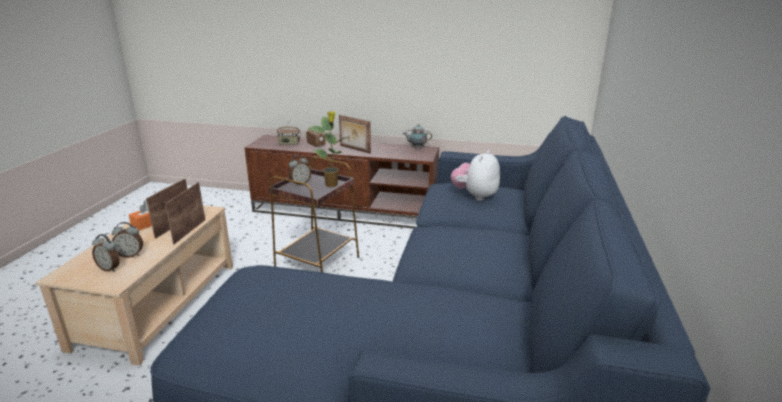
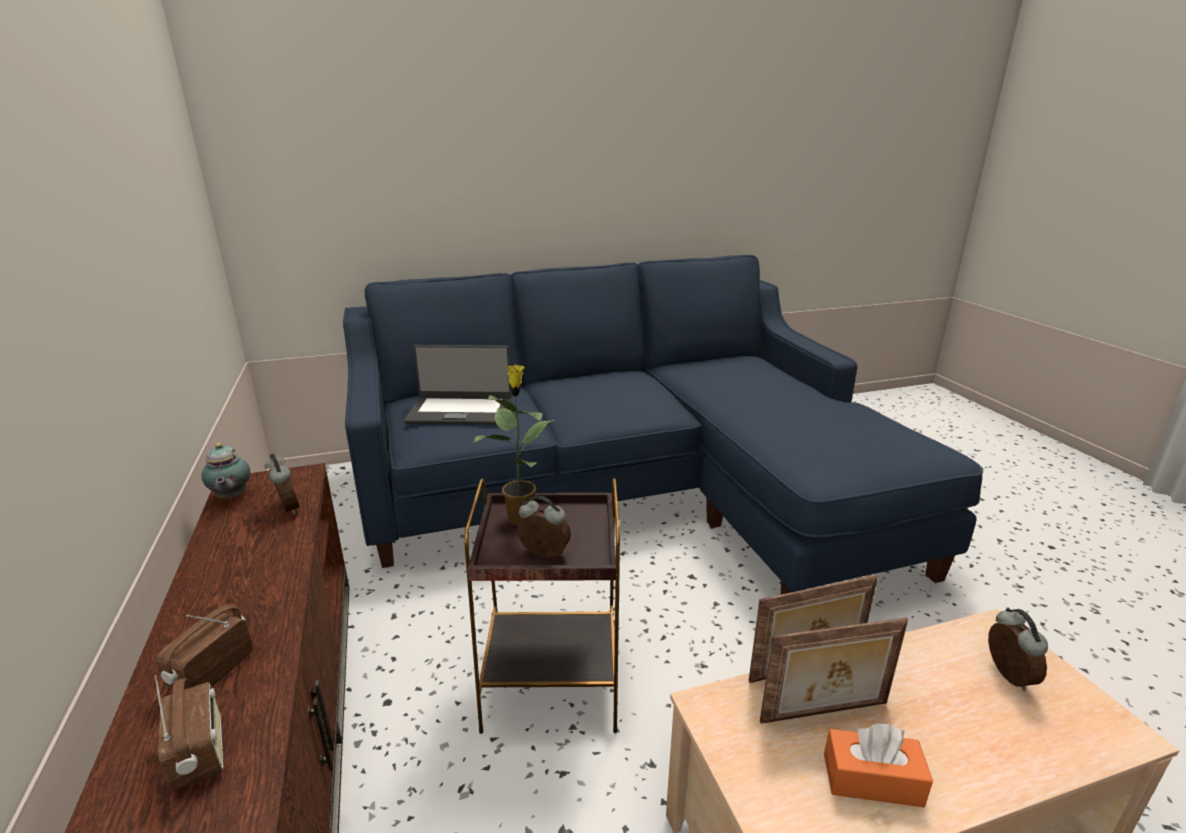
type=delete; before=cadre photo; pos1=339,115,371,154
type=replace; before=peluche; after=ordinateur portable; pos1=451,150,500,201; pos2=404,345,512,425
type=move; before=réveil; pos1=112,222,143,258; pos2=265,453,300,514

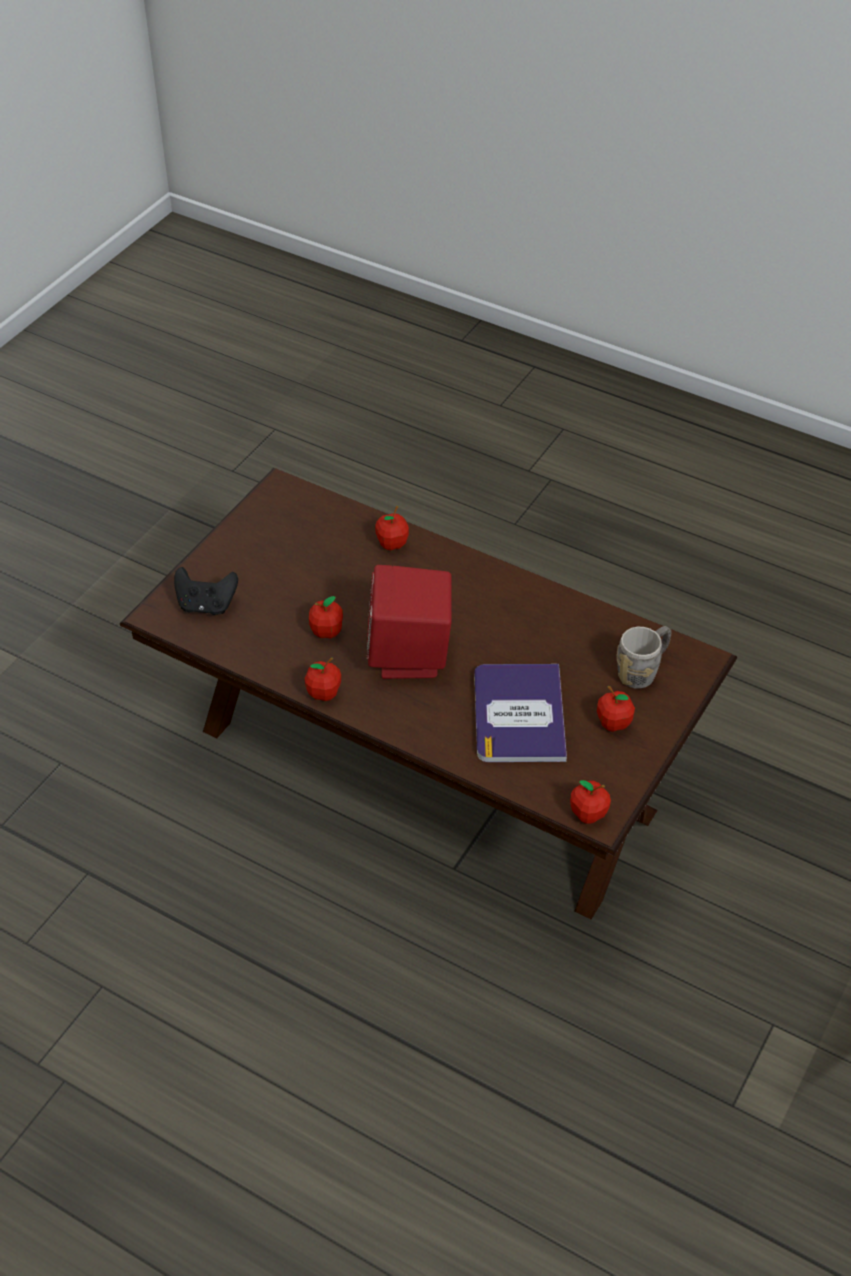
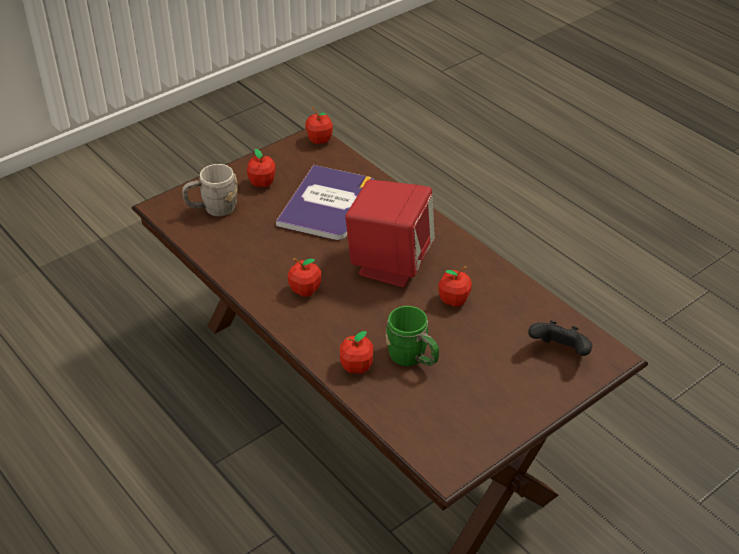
type=move; before=pomme; pos1=304,657,341,701; pos2=288,258,321,297
type=insert; after=mug/vert; pos2=386,306,439,366

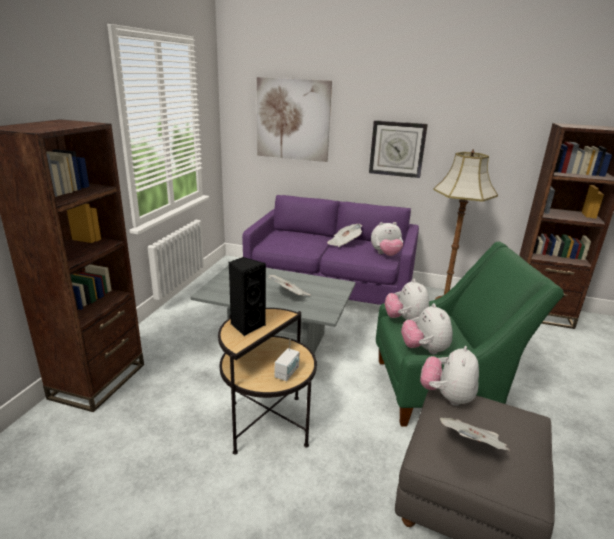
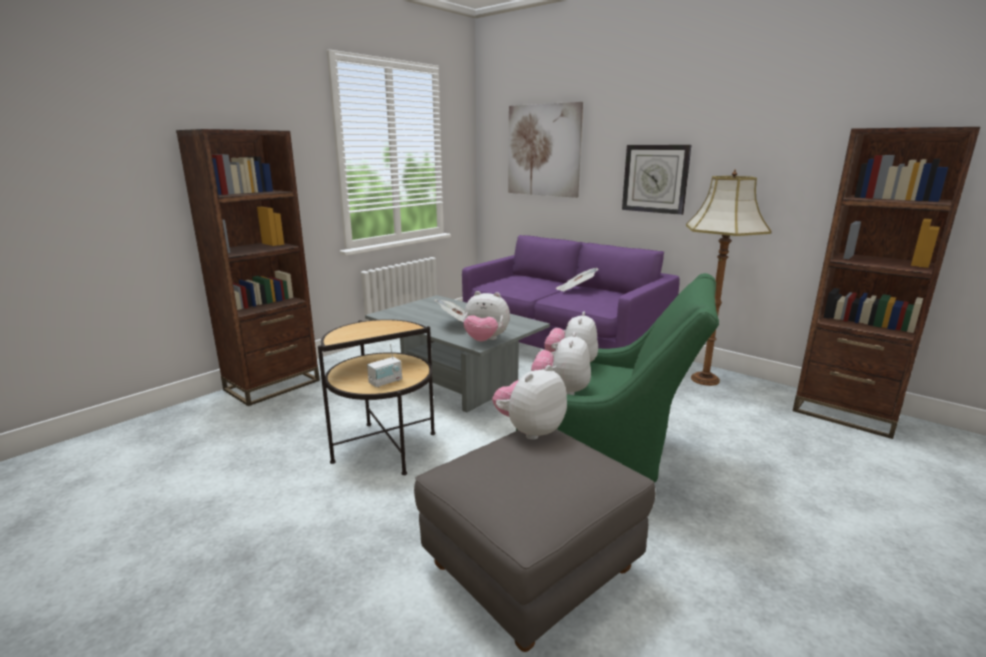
type=move; before=peluche; pos1=371,222,403,256; pos2=463,291,510,341
type=delete; before=enceinte/noir; pos1=228,257,266,336
type=delete; before=journal; pos1=440,418,510,451

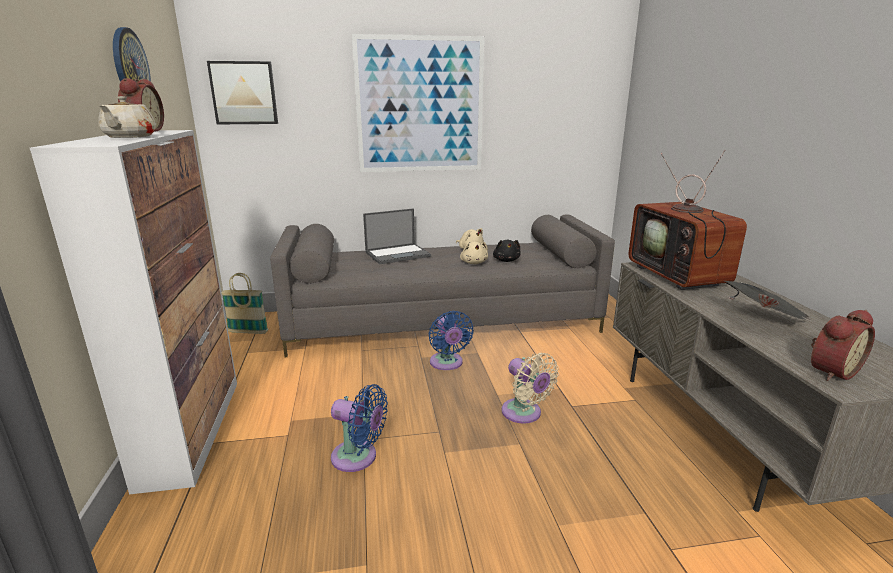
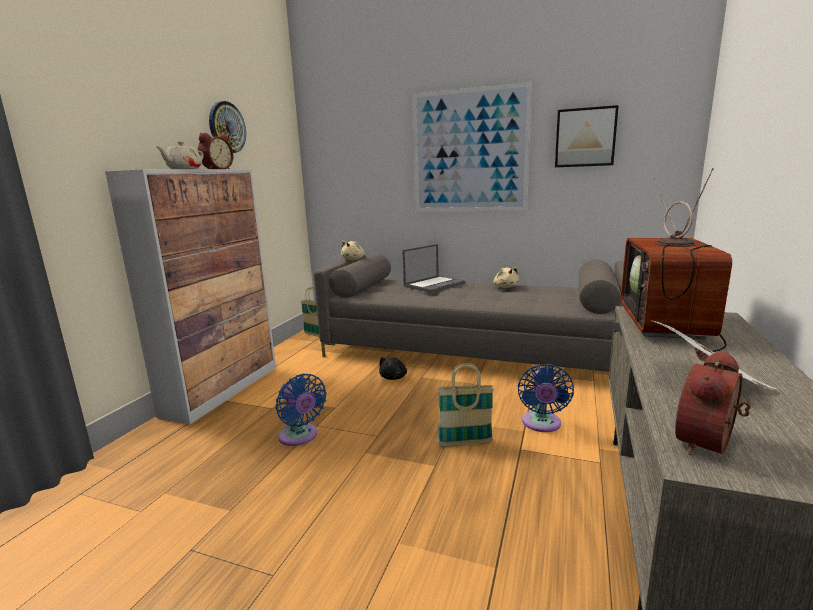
type=move; before=tableau; pos1=207,61,278,124; pos2=555,105,619,167
type=rotate; before=ordinateur portable; pos1=363,208,431,264; pos2=402,244,465,293; turn=-45
type=move; before=peluche/noir; pos1=493,239,521,262; pos2=379,357,407,380
type=move; before=peluche/beige; pos1=460,242,488,264; pos2=341,241,365,260
type=rotate; before=réveil; pos1=811,310,875,381; pos2=675,351,751,455; turn=135
type=move; before=ventilateur/bleu; pos1=428,311,474,370; pos2=518,364,574,432
type=replace; before=ventilateur/beige; after=panier; pos1=501,353,559,424; pos2=437,363,494,446

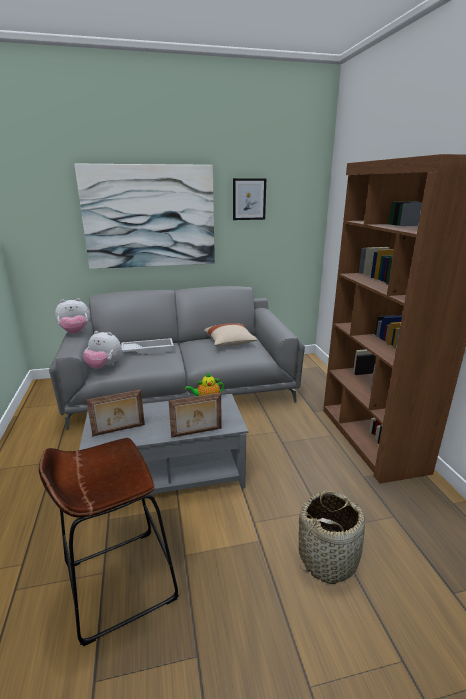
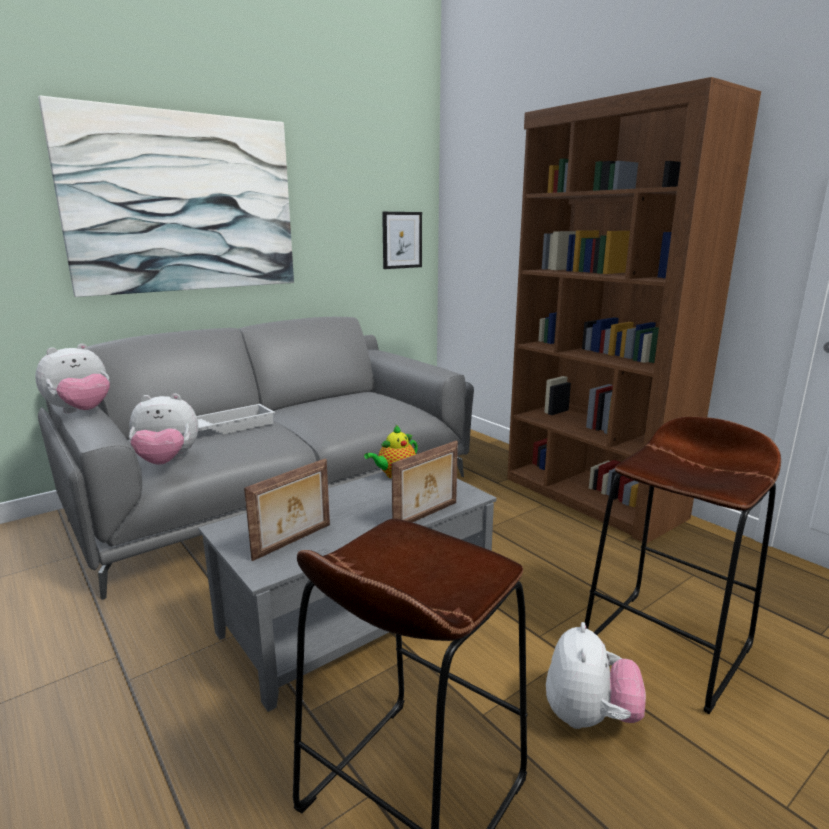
type=move; before=tableau; pos1=233,178,266,220; pos2=382,212,422,269
type=delete; before=coussin/beige; pos1=204,323,257,346
type=replace; before=panier; after=tabouret/marron; pos1=299,490,365,584; pos2=585,417,781,714
type=insert; after=peluche; pos2=546,622,646,729

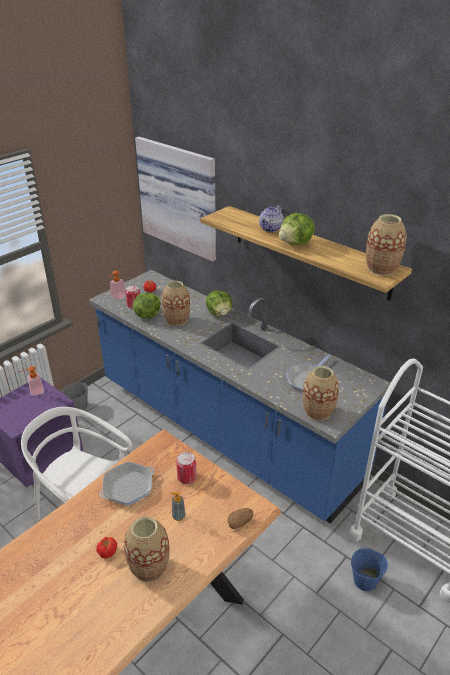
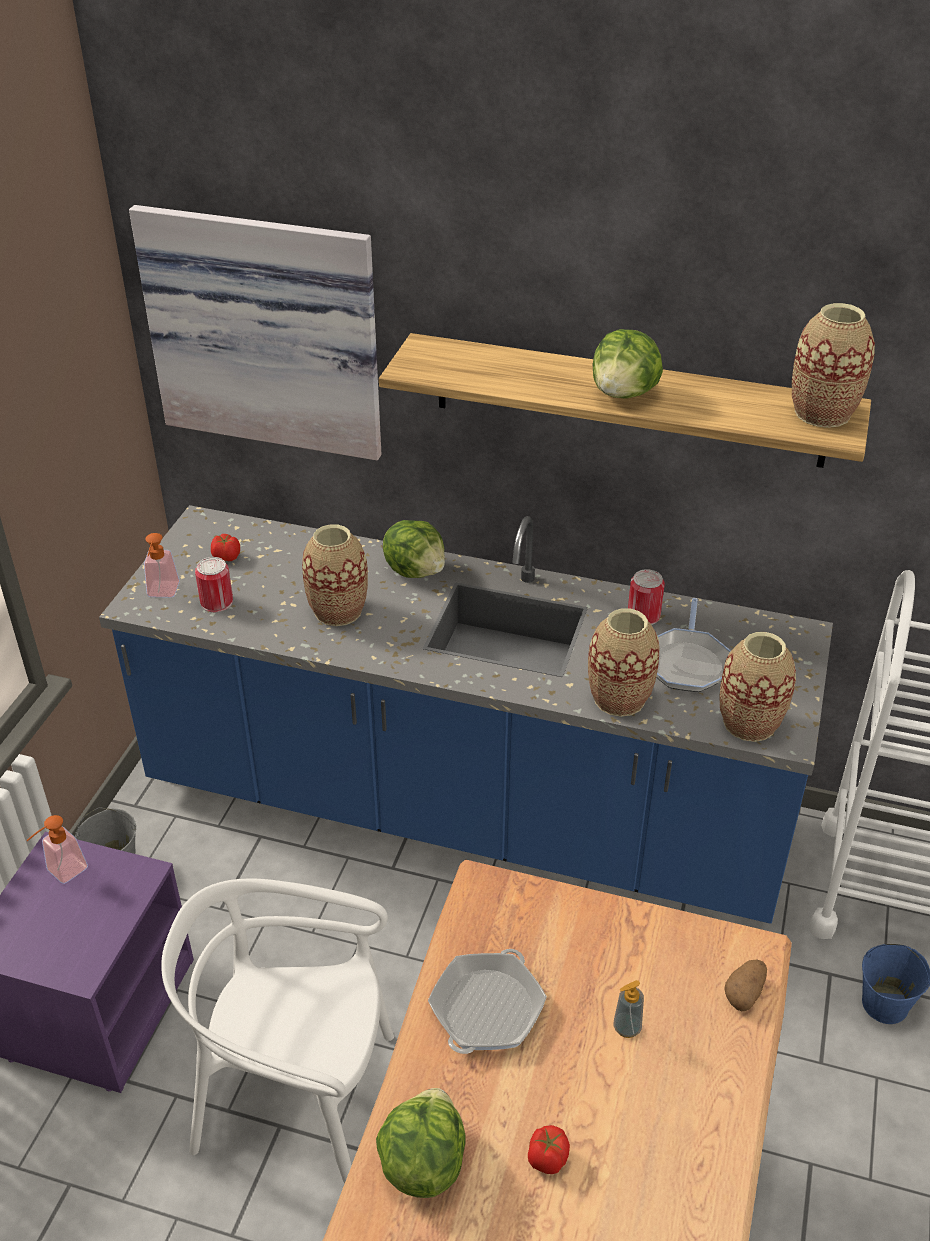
type=delete; before=théière; pos1=259,205,284,232
type=move; before=laitue; pos1=133,293,161,319; pos2=376,1088,466,1198
type=move; before=boîte métallique; pos1=176,452,197,485; pos2=628,569,665,625
type=move; before=vase; pos1=124,516,170,582; pos2=588,608,659,717

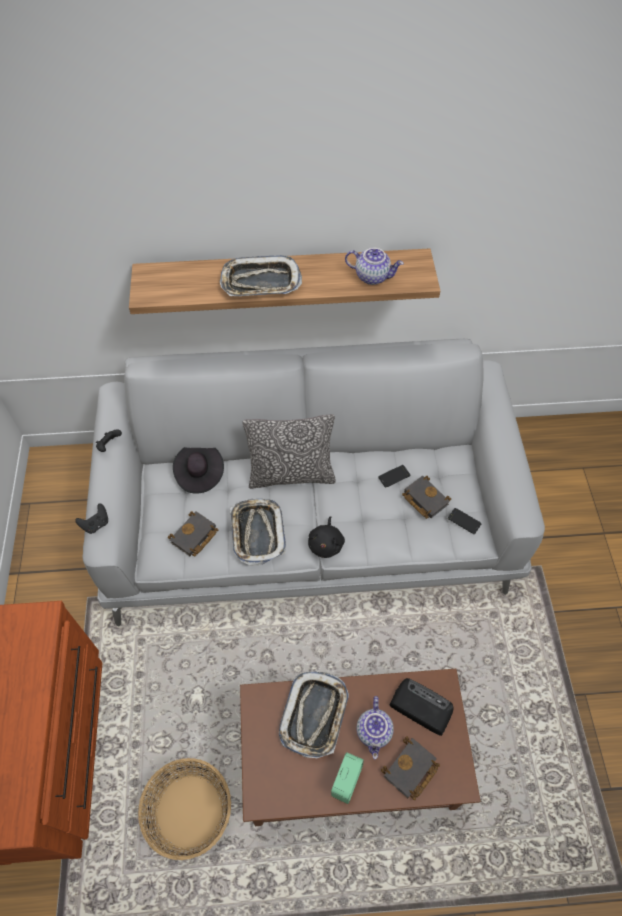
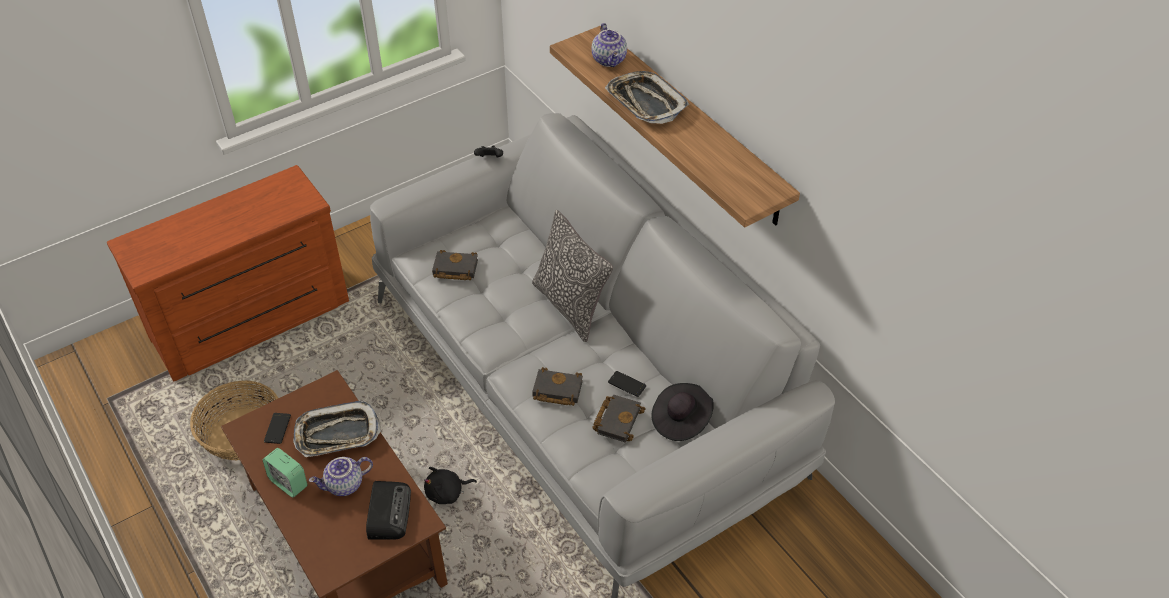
type=move; before=théière; pos1=345,248,404,285; pos2=591,23,627,67
type=move; before=chapeau/noir; pos1=173,447,224,494; pos2=651,383,714,441
type=delete; before=plateau; pos1=230,499,286,565
type=delete; before=manette/noir; pos1=75,503,108,534
type=move; before=téléphone; pos1=448,508,482,534; pos2=264,413,291,444
type=move; before=peluche/noir; pos1=308,516,345,558; pos2=424,467,477,504
type=move; before=livre/noir; pos1=381,737,440,800; pos2=532,367,583,406
type=rotate; before=réveil; pos1=331,752,364,804; pos2=263,448,307,498; turn=45

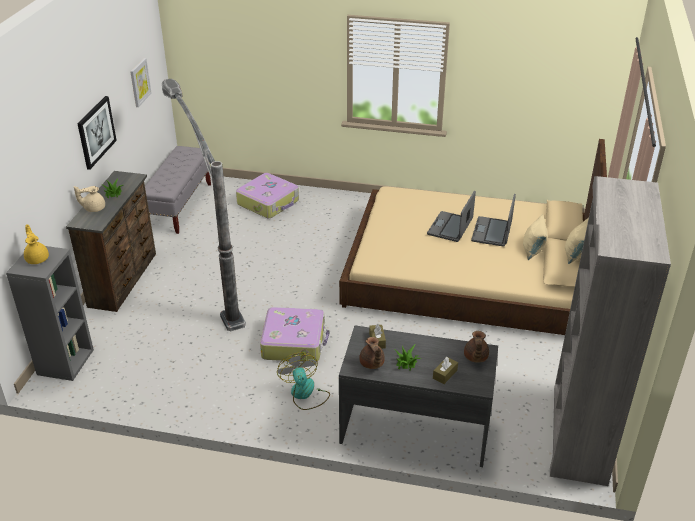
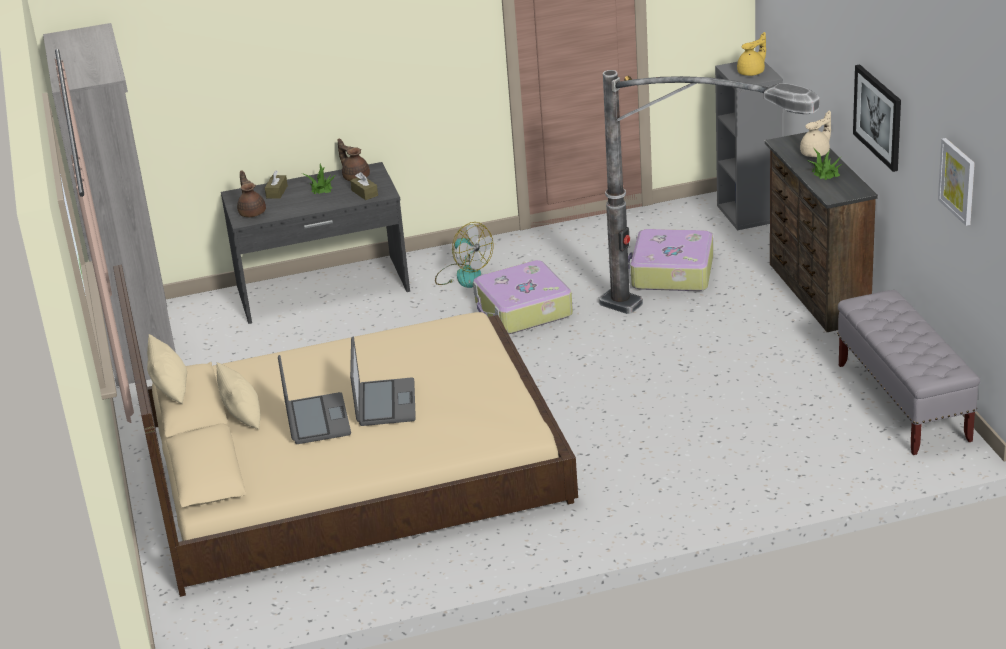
type=move; before=valise; pos1=236,173,299,218; pos2=628,229,713,291
type=rotate; before=théière/jaune; pos1=24,224,49,264; pos2=737,32,766,76; turn=-75

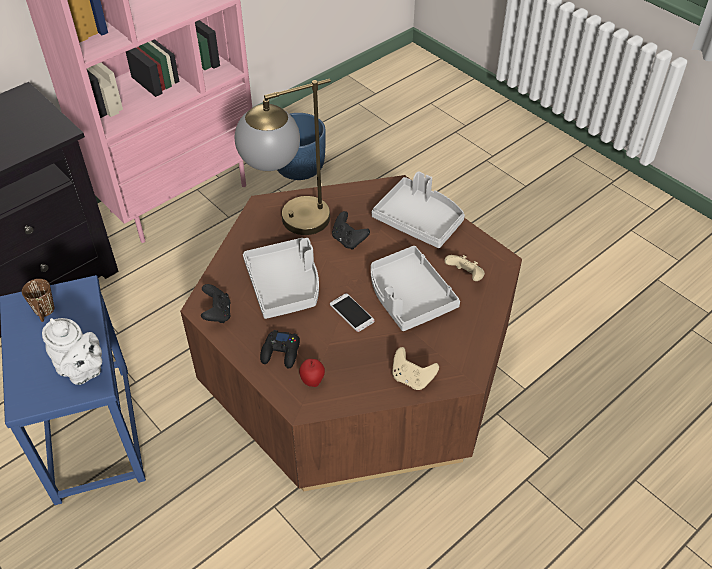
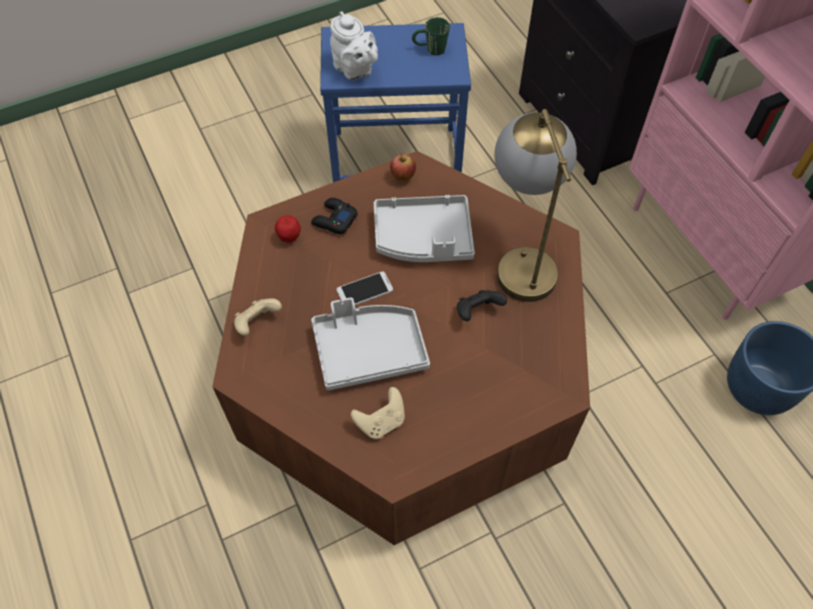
type=delete; before=plateau/gris; pos1=372,172,465,248
type=recolor; before=mug/marron; after=mug/vert; pos1=22,279,54,322; pos2=412,17,450,55
type=replace; before=manette/noir; after=pomme; pos1=201,284,231,323; pos2=390,153,416,182
type=rotate; before=théière/blanc; pos1=42,318,102,385; pos2=330,11,378,80; turn=-90

